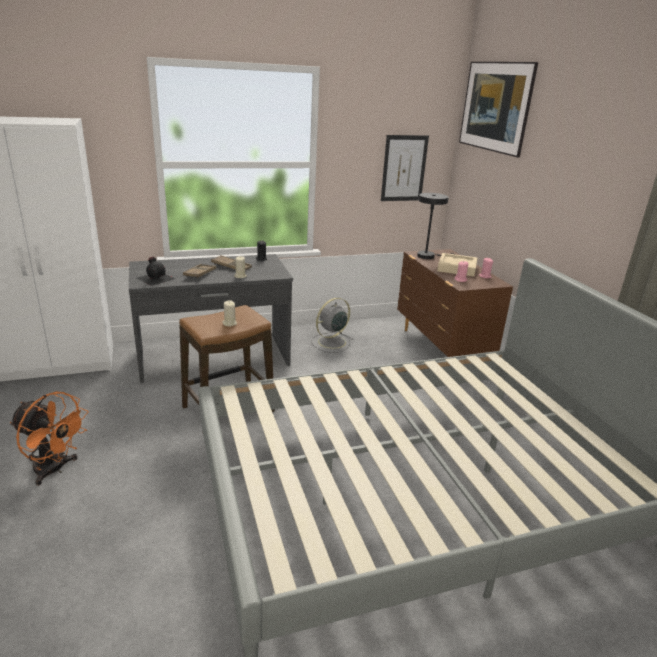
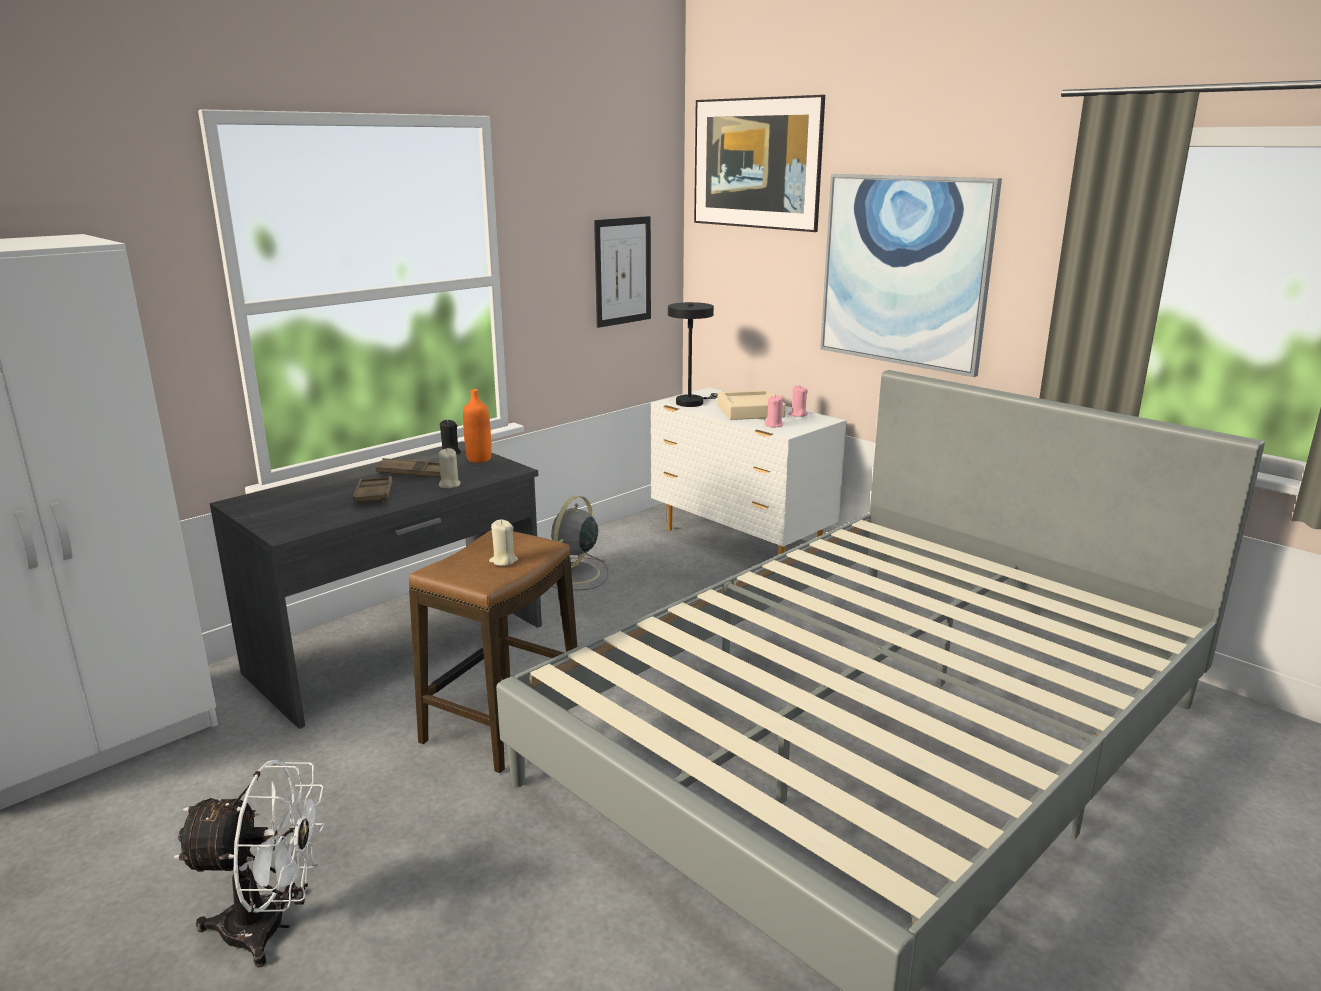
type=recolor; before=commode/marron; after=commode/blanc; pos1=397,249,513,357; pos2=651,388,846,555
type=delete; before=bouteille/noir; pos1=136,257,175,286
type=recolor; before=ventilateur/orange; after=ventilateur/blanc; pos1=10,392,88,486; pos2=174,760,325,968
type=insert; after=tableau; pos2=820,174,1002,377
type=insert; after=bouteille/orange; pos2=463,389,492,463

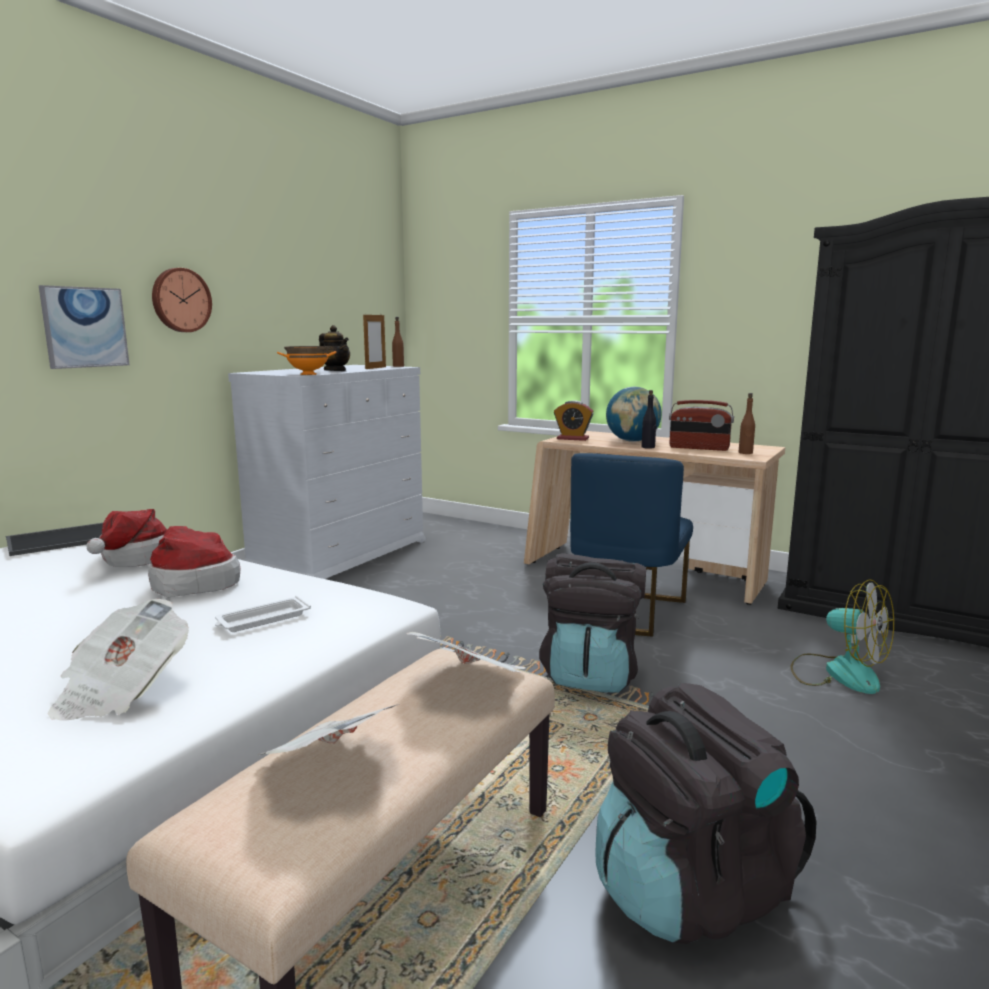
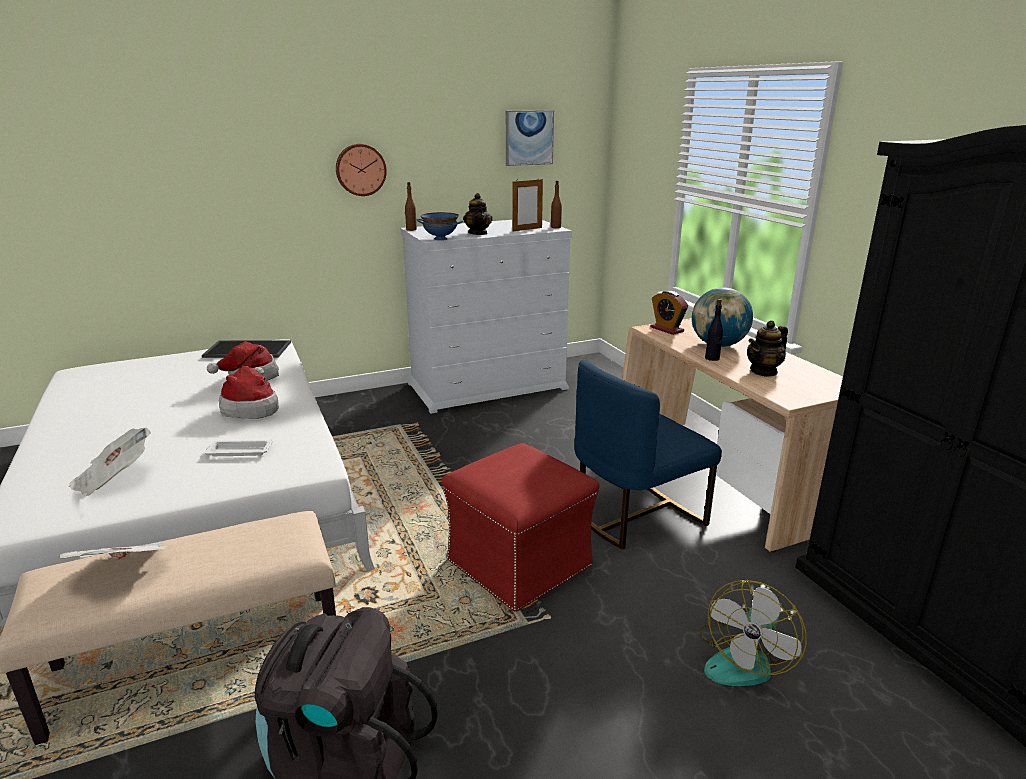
type=move; before=tableau; pos1=39,285,129,369; pos2=506,110,554,166
type=recolor; before=bol/orange; after=bol/bleu; pos1=277,346,337,375; pos2=416,212,464,240
type=move; before=bouteille/marron; pos1=739,393,755,454; pos2=405,182,417,231
type=replace; before=radio; after=théière; pos1=669,400,734,451; pos2=747,320,788,377
type=replace; before=sac à dos/noir; after=pouf/rouge; pos1=539,553,646,693; pos2=442,443,599,612
type=rotate; before=ventilateur; pos1=790,580,894,694; pos2=699,580,807,686; turn=45
type=delete; before=journal; pos1=406,632,526,673

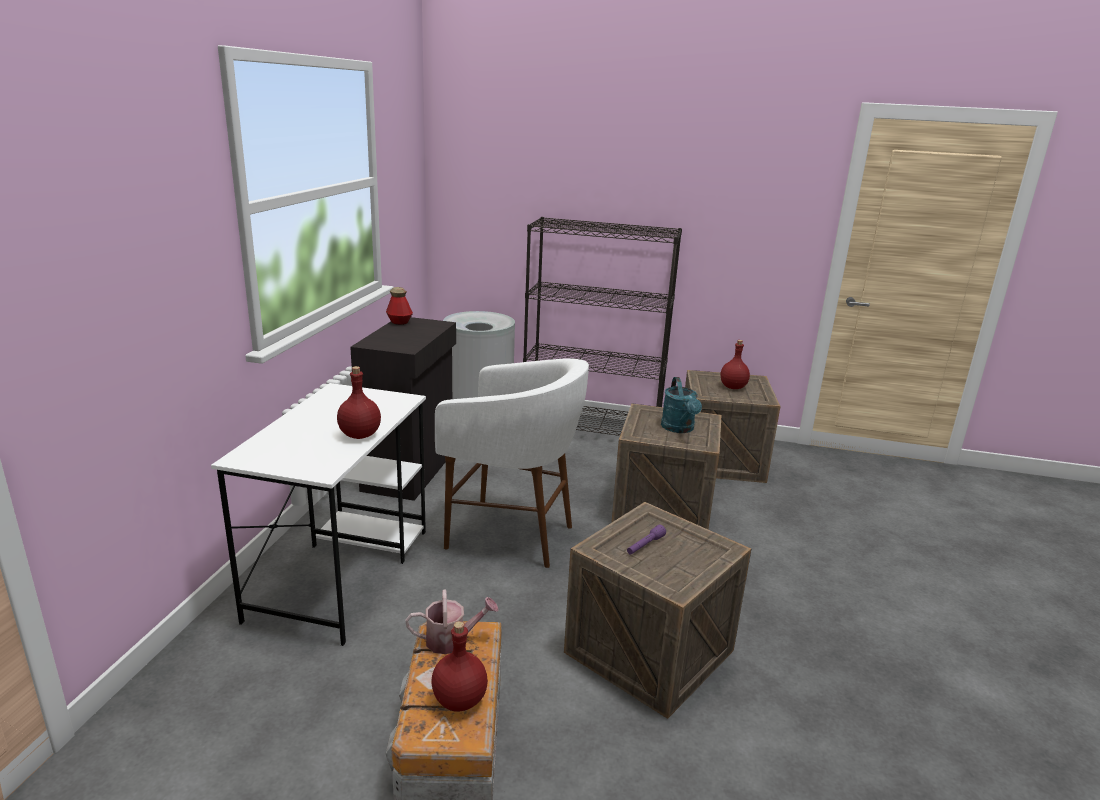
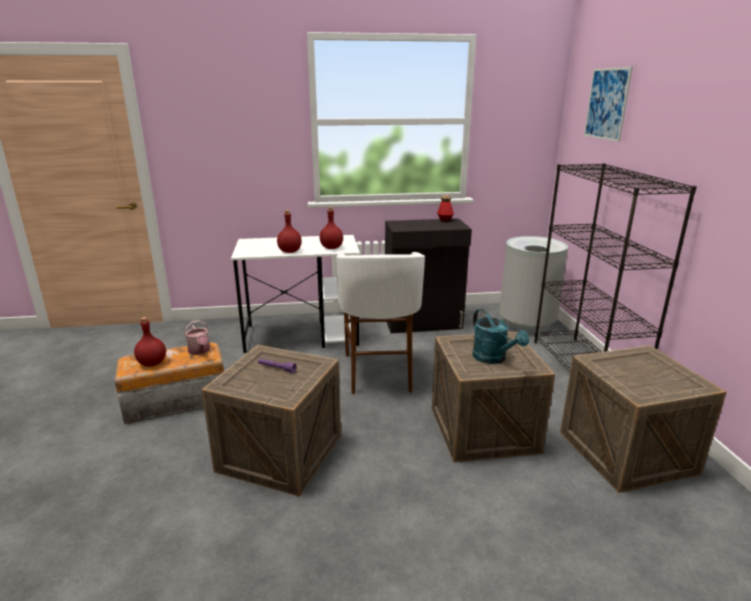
type=move; before=bouteille/rouge; pos1=721,340,750,389; pos2=320,207,343,249
type=rotate; before=arrosoir/turquoise; pos1=661,377,702,433; pos2=472,309,529,364; turn=-90
type=insert; after=tableau; pos2=584,67,633,142

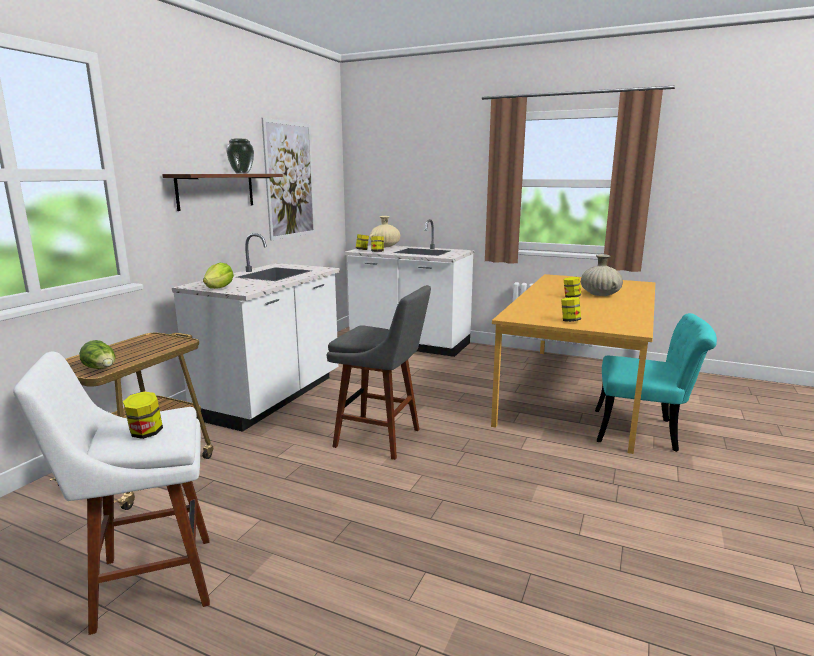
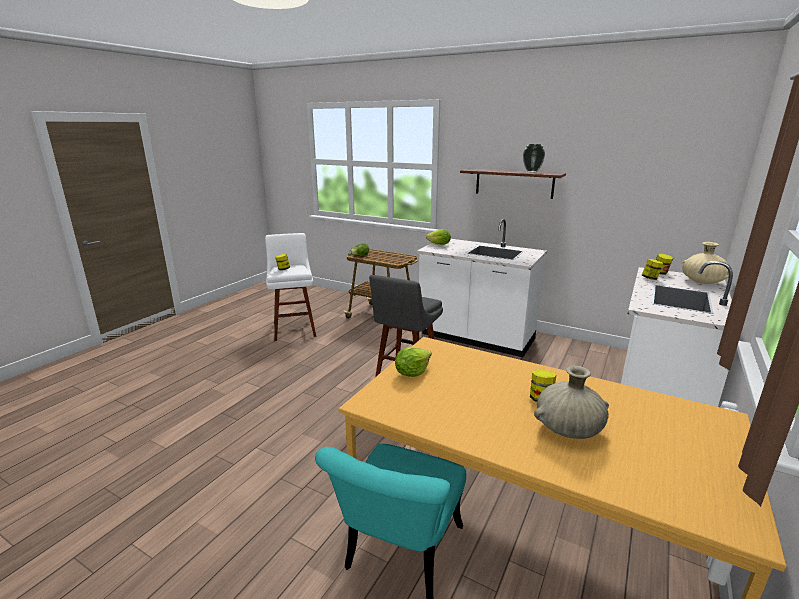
type=delete; before=tableau; pos1=262,118,316,240
type=replace; before=bocal; after=laitue; pos1=561,297,581,322; pos2=395,347,431,377

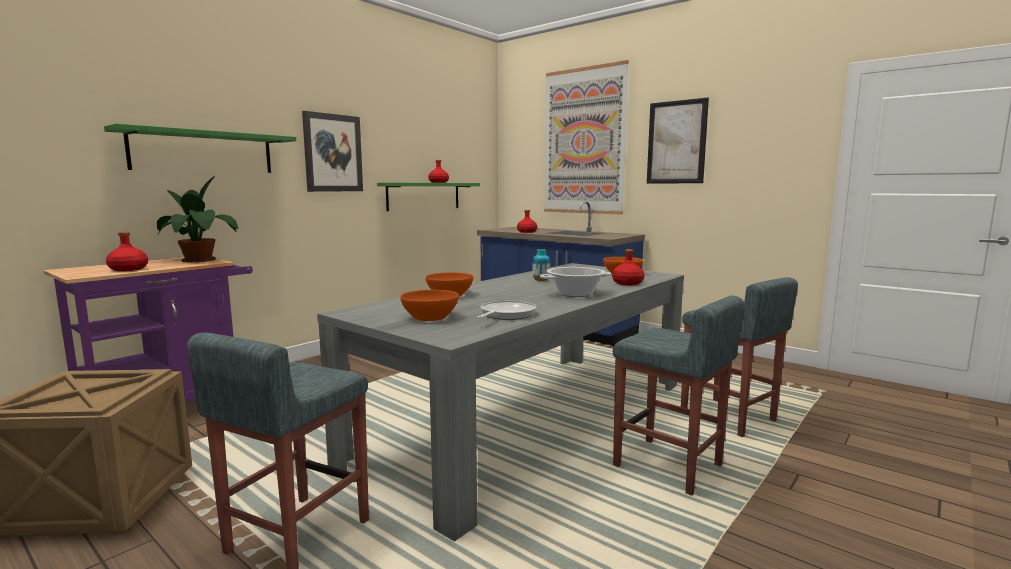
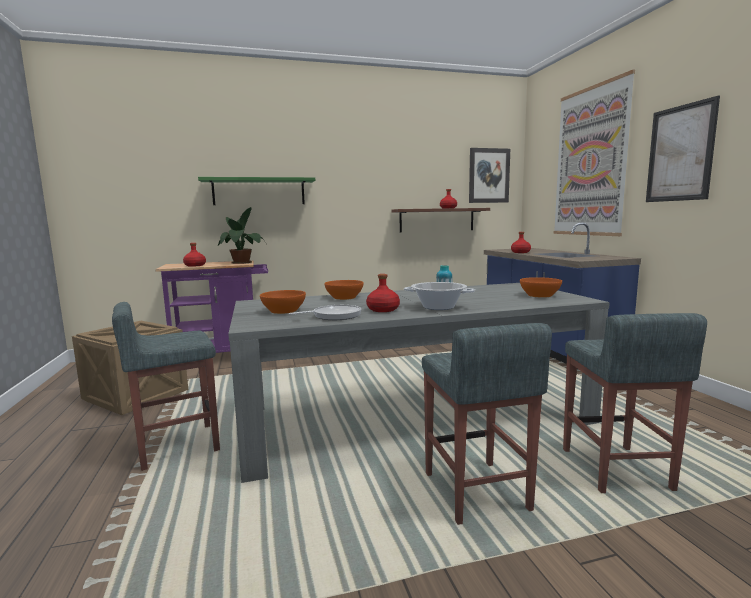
type=move; before=tableau; pos1=302,111,363,192; pos2=469,148,510,203
type=recolor; before=étagère/vert; after=étagère/marron; pos1=377,183,480,211; pos2=391,208,490,232
type=move; before=bouteille/rouge; pos1=612,249,645,285; pos2=366,274,400,312

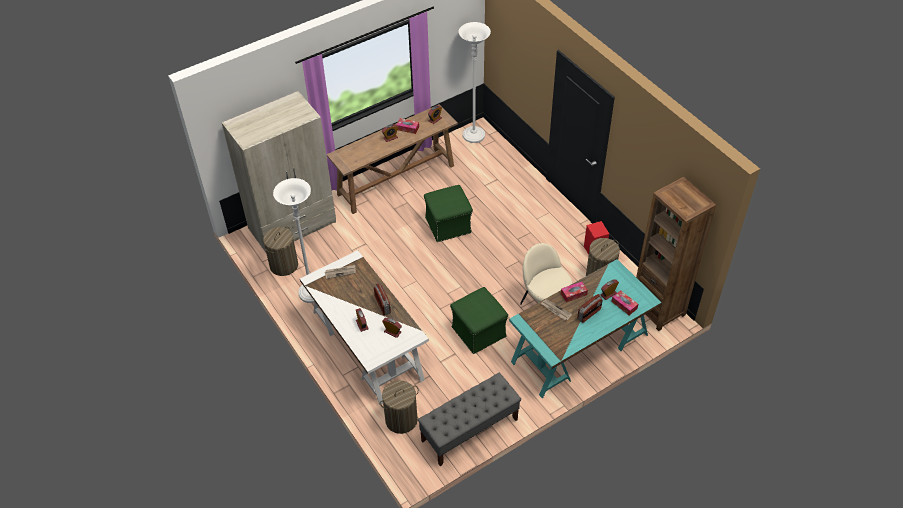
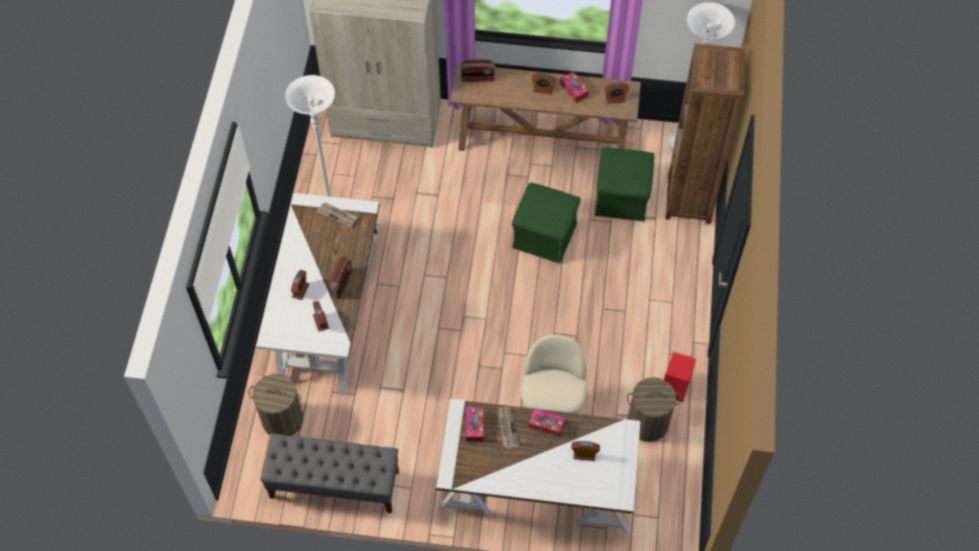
type=move; before=bibliothèque/marron; pos1=636,177,716,331; pos2=665,43,746,224
type=delete; before=panier à linge; pos1=263,226,298,276
type=recolor; before=bureau/turquoise; after=bureau/blanc; pos1=509,259,662,398; pos2=436,399,641,534
type=move; before=pouf/vert; pos1=450,287,508,354; pos2=595,147,654,222
type=move; before=boîte à mouchoirs; pos1=611,290,638,315; pos2=466,406,484,442
type=move; before=radio; pos1=577,294,603,323; pos2=460,60,495,82

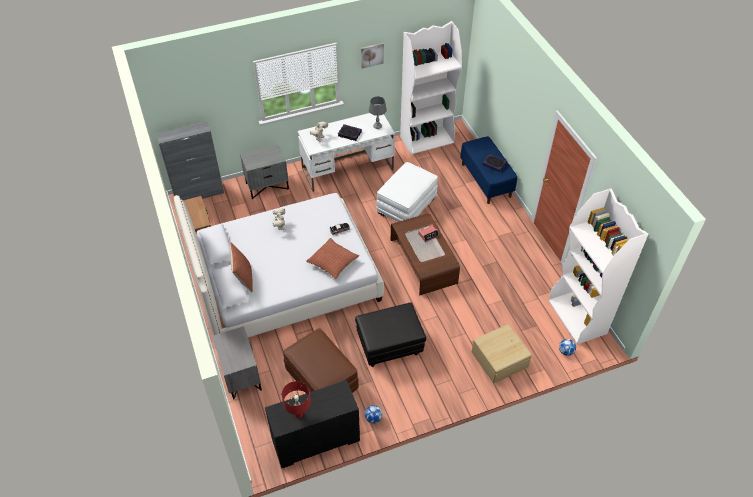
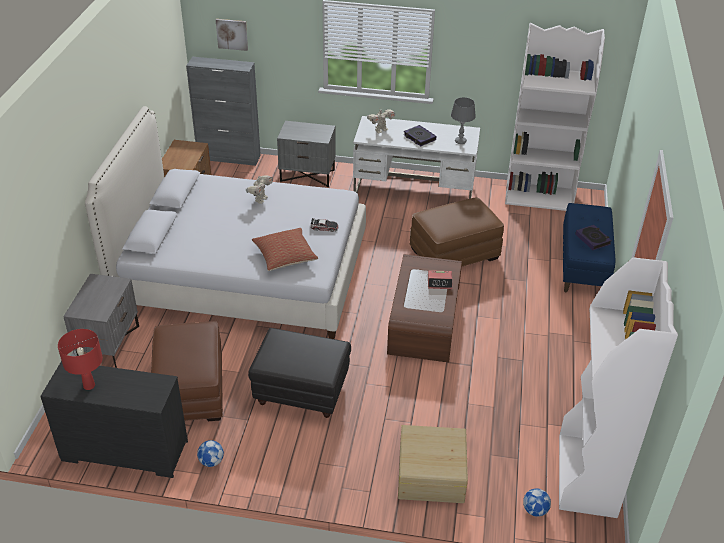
type=move; before=tableau; pos1=361,43,384,68; pos2=216,19,248,51
type=recolor; before=pouf/blanc; after=pouf/marron; pos1=376,162,438,222; pos2=410,197,504,267
type=delete; before=coussin; pos1=230,242,253,292

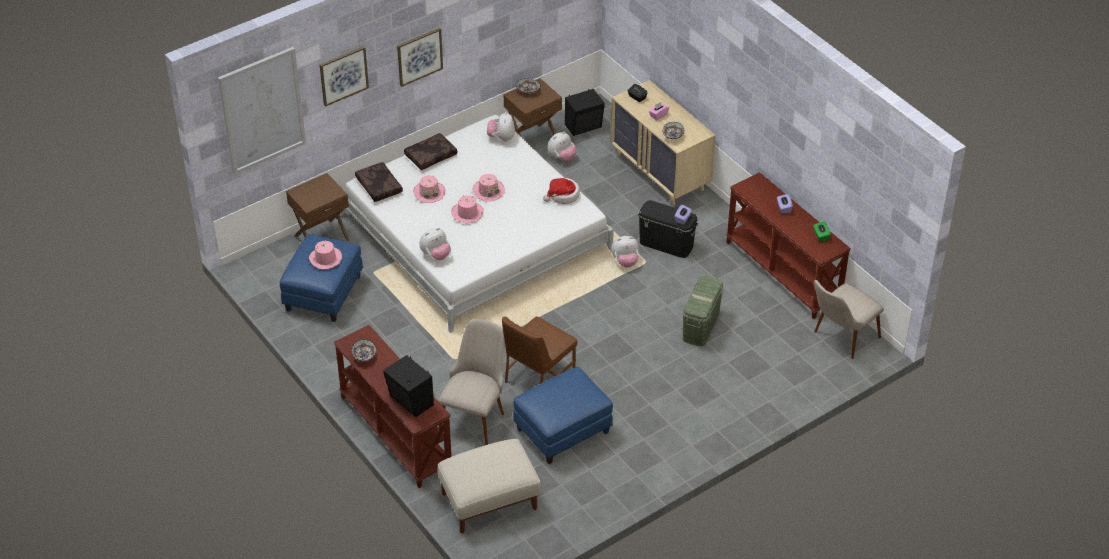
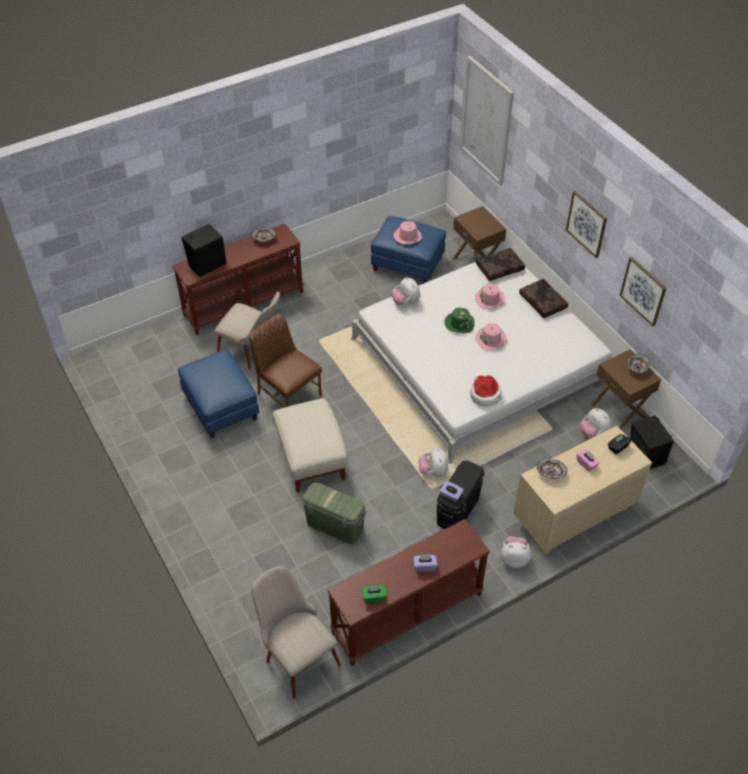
type=move; before=tableau; pos1=320,46,369,107; pos2=620,257,666,326
type=move; before=peluche; pos1=487,112,515,142; pos2=501,536,531,568
type=recolor; before=chapeau/rose; after=chapeau/vert; pos1=451,195,484,223; pos2=444,307,475,334
type=move; before=pouf/beige; pos1=437,439,541,534; pos2=273,398,348,492

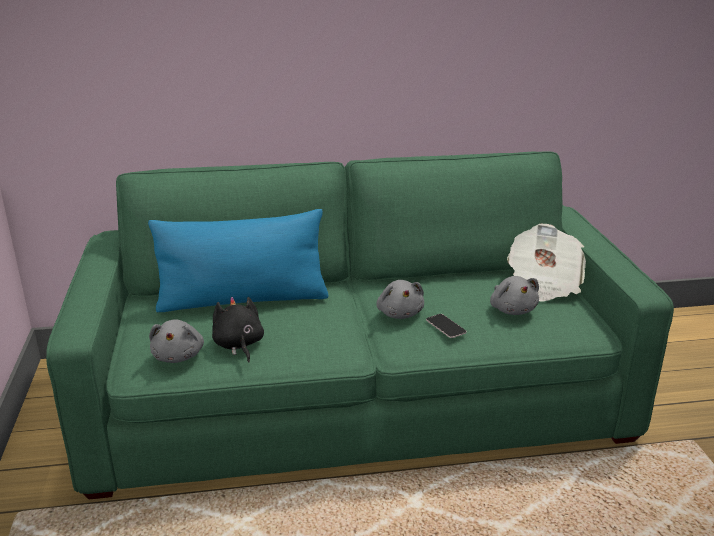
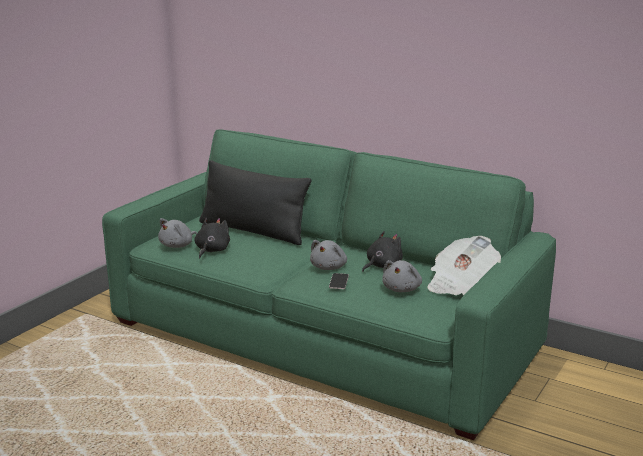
type=recolor; before=coussin/bleu; after=coussin/noir; pos1=148,209,329,312; pos2=199,160,311,245
type=insert; after=peluche/noir; pos2=362,231,403,272

